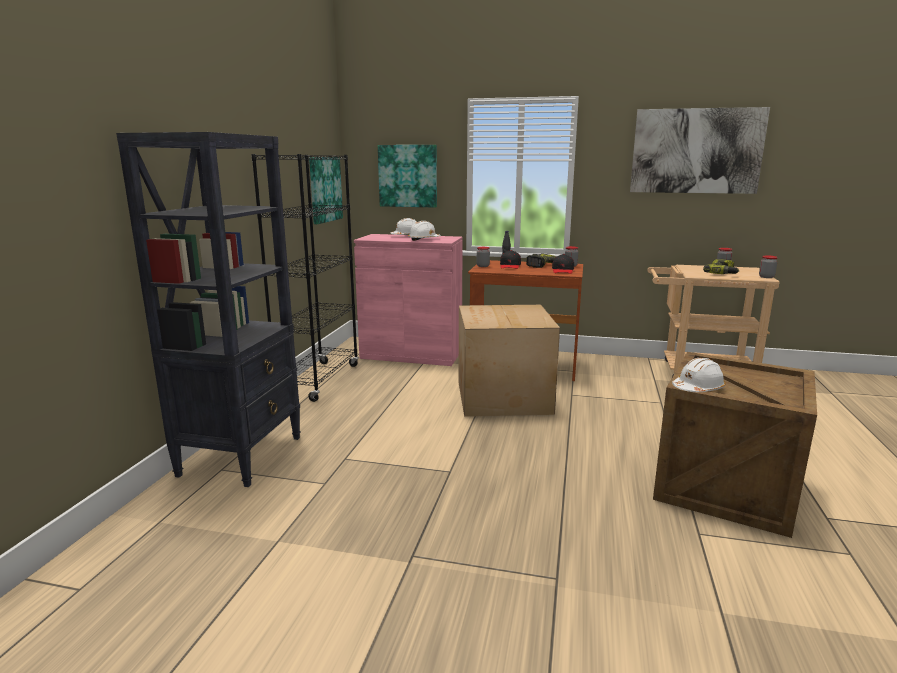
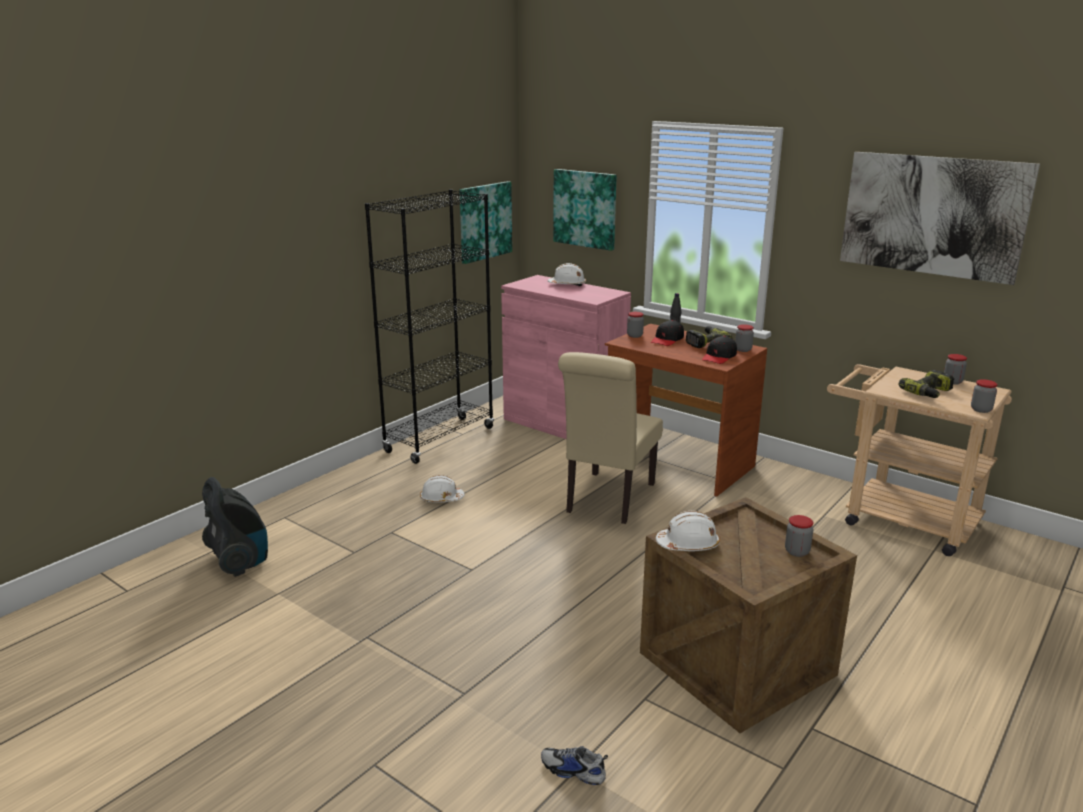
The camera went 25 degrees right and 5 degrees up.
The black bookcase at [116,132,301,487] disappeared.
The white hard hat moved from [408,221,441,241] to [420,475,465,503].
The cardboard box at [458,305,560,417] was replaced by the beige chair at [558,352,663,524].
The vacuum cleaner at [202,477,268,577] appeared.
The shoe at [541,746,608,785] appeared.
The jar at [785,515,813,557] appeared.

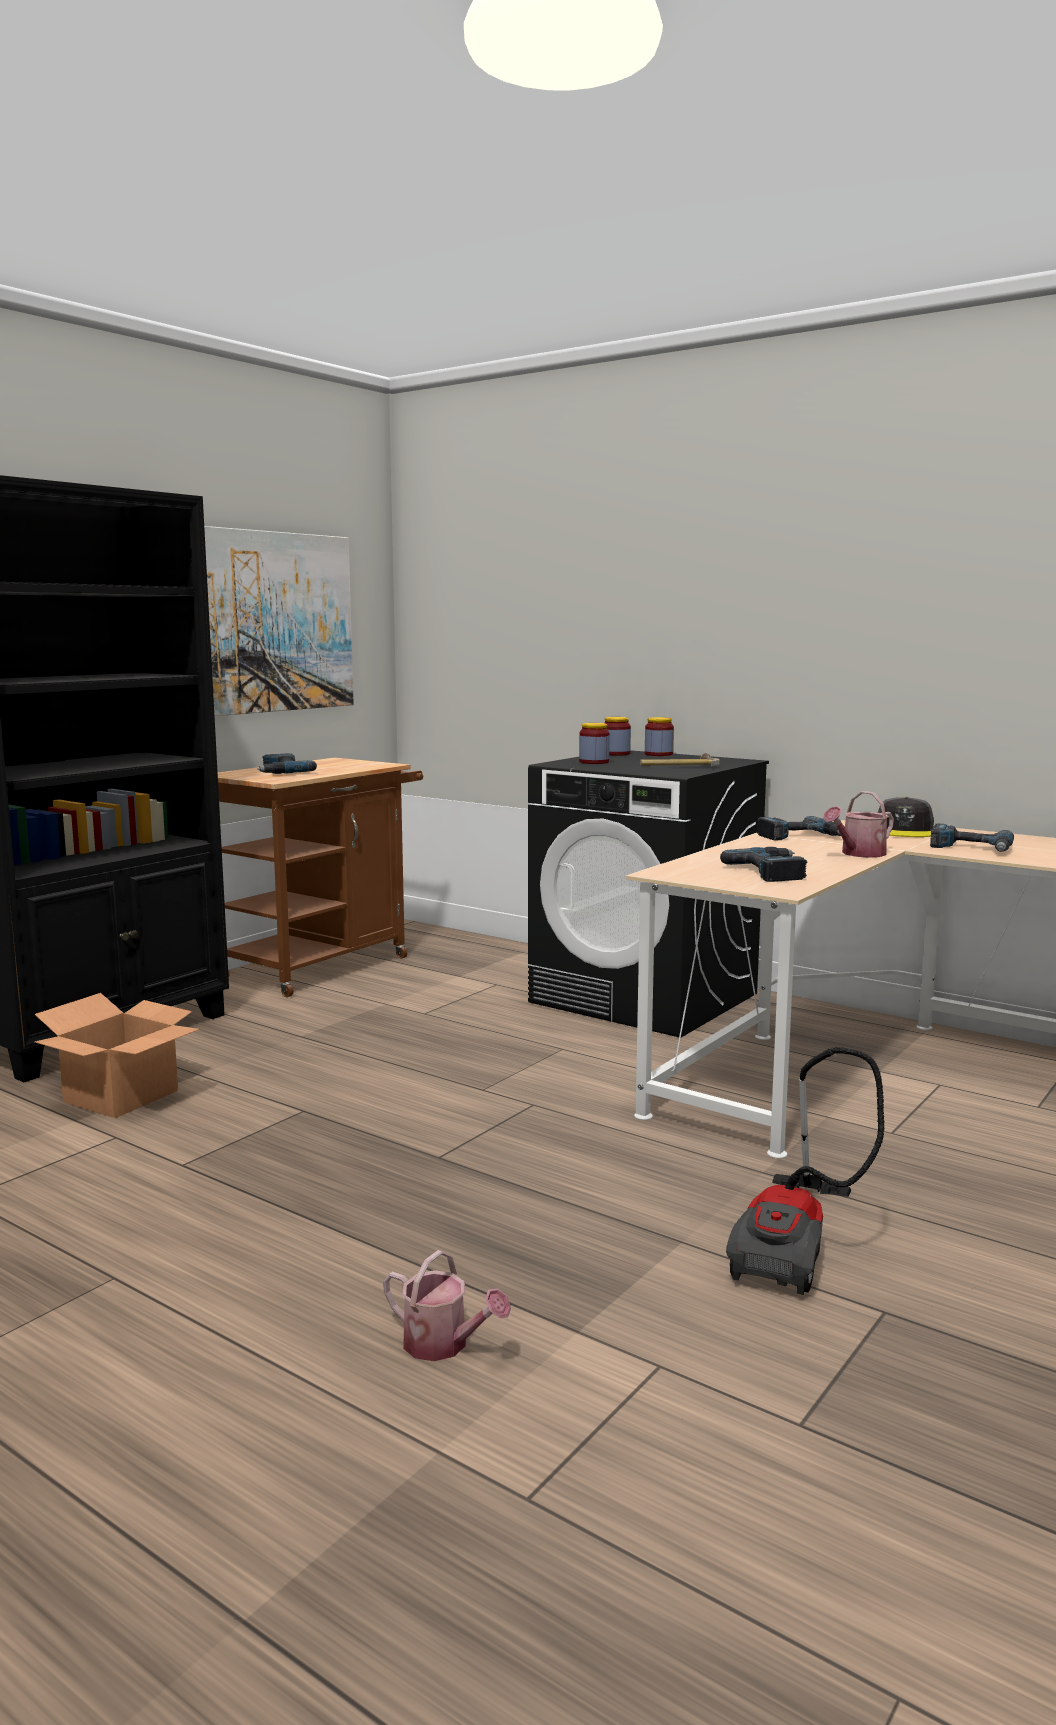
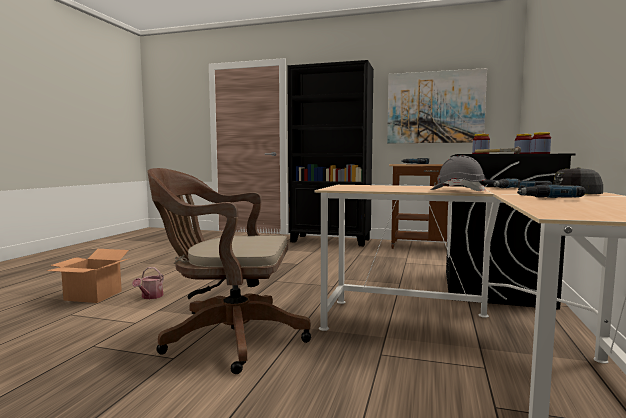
The camera went 70 degrees right and 5 degrees down.
The cardboard box moved from [35,993,200,1118] to [46,249,130,303].
The power drill at [720,847,808,882] disappeared.
The vacuum cleaner at [726,1047,885,1295] was replaced by the brown office chair at [147,168,311,374].
The watering can at [823,791,894,858] was replaced by the grey hard hat at [431,155,486,191].

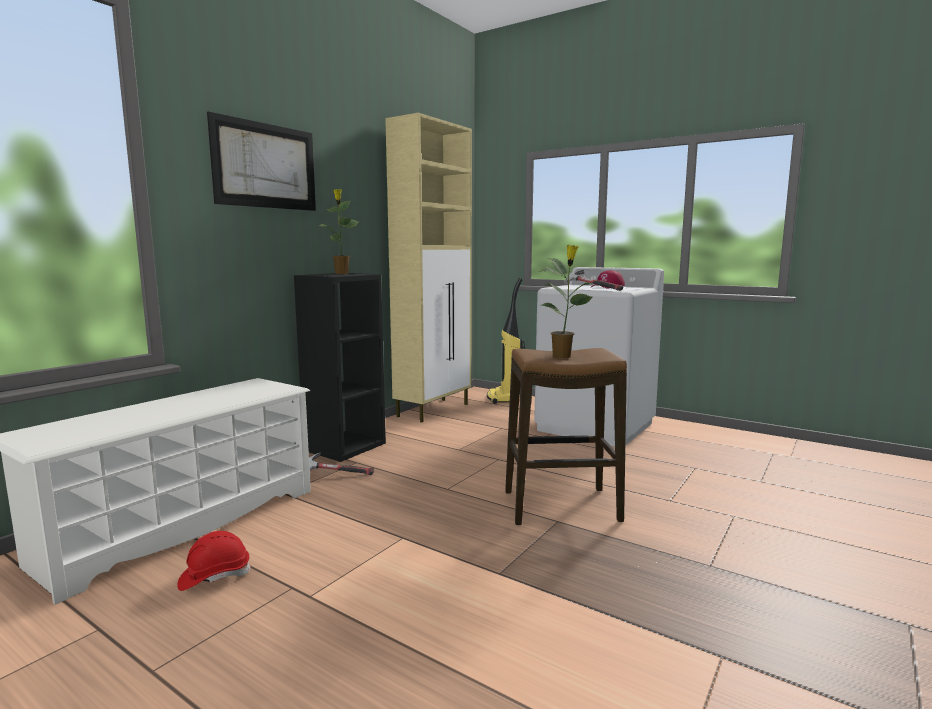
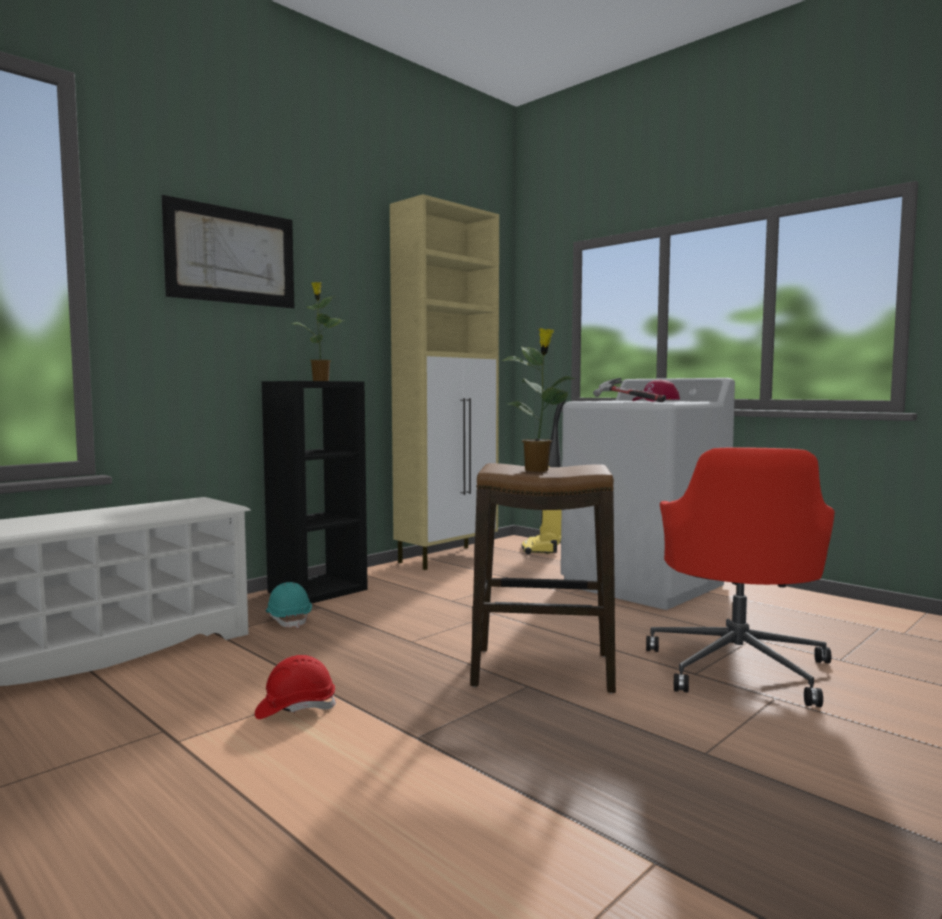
The camera went 10 degrees right and 5 degrees down.
The red hard hat moved from [177,531,251,591] to [255,655,336,719].
The hammer at [309,452,374,475] was replaced by the turquoise hard hat at [266,582,312,628].
The red office chair at [646,448,835,707] appeared.

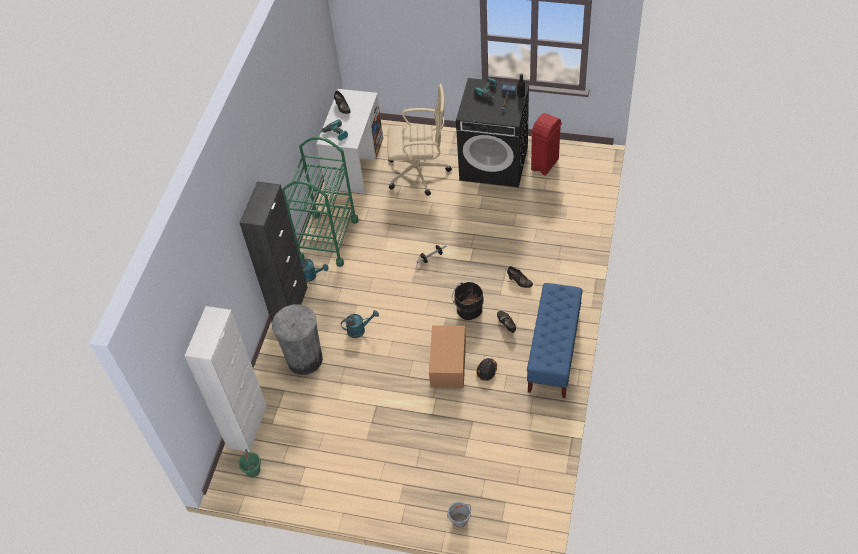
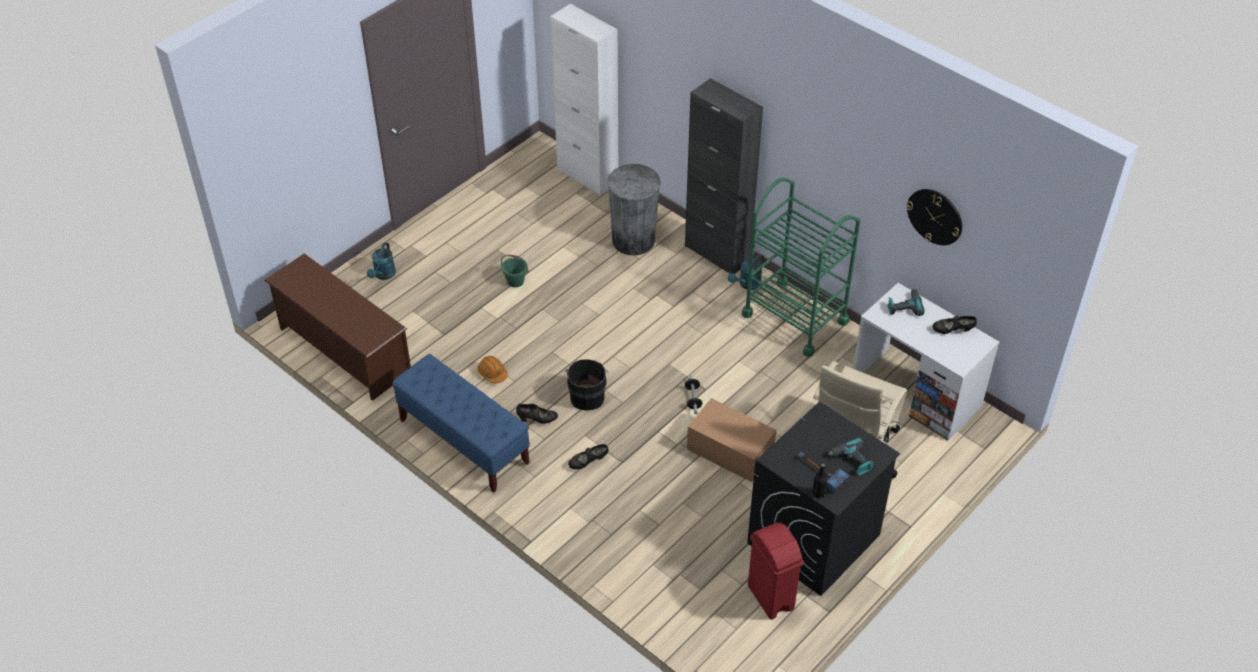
The camera went 115 degrees right and 5 degrees down.
The green bucket moved from [238,449,261,477] to [501,254,528,287].
The turquoise watering can moved from [341,310,379,338] to [367,242,396,280].
The cardboard box moved from [429,325,466,388] to [687,398,776,482].
The grey bucket at [447,502,471,528] disappeared.
The black hard hat at [476,358,497,381] became the orange hard hat at [478,356,508,383].
The brown shoe rack at [264,253,411,401] appeared.
The wall clock at [906,189,962,245] appeared.

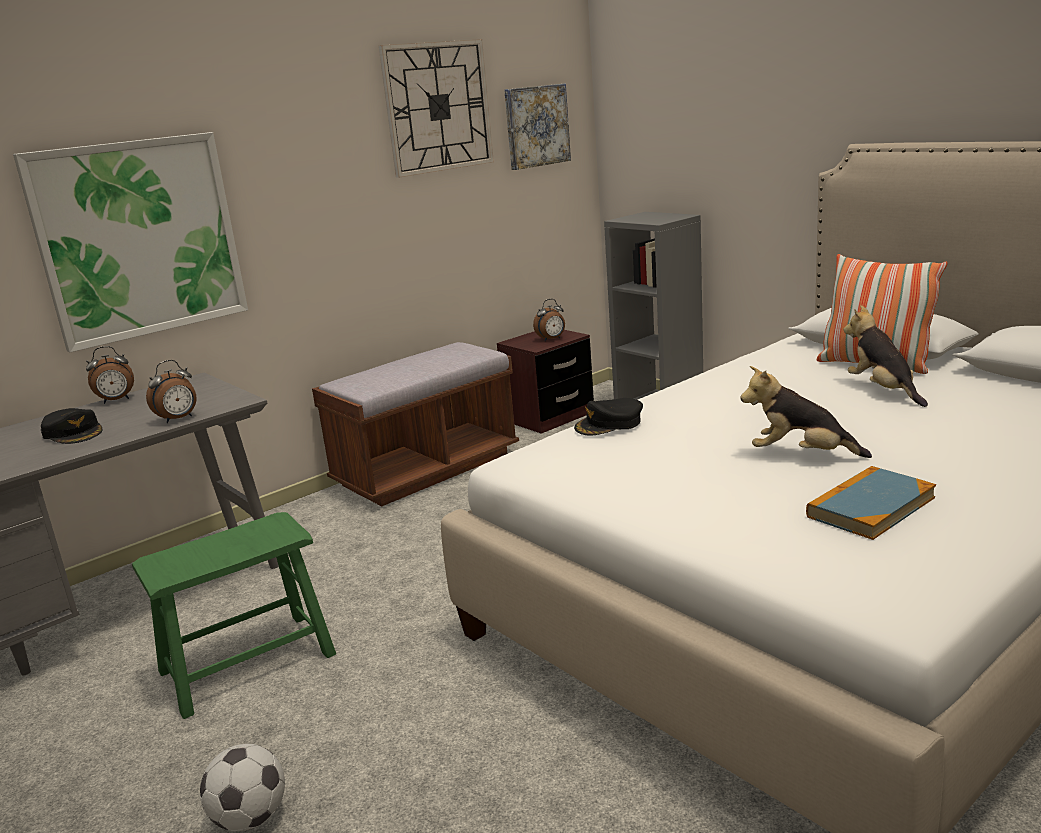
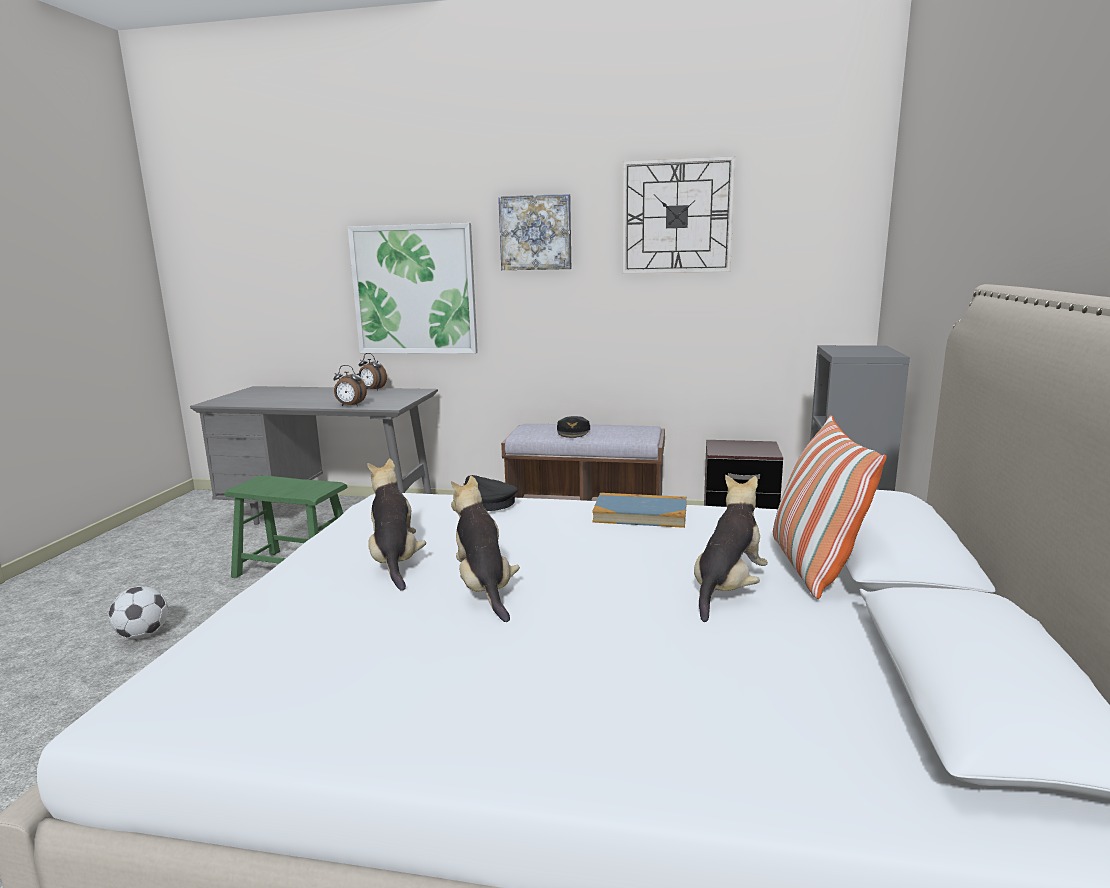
The camera went 50 degrees right and 5 degrees down.
The black cap moved from [41,408,102,444] to [557,416,590,438].
The picture moved from [504,83,571,170] to [498,194,571,270].
The alarm clock at [533,299,565,341] disappeared.
The book moved from [806,466,936,540] to [592,493,687,528].
The plush toy at [367,458,426,591] appeared.

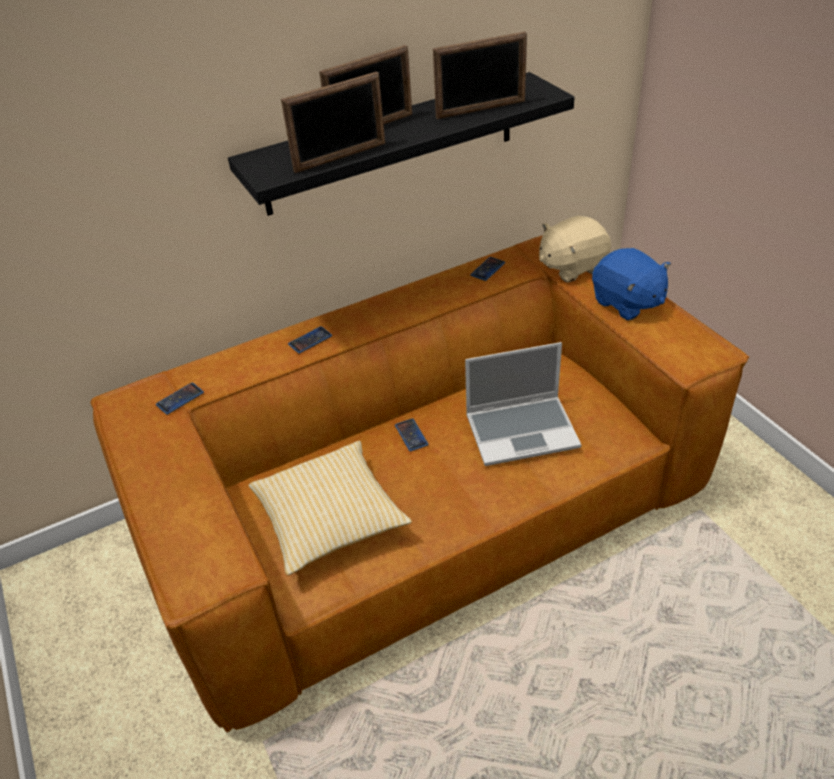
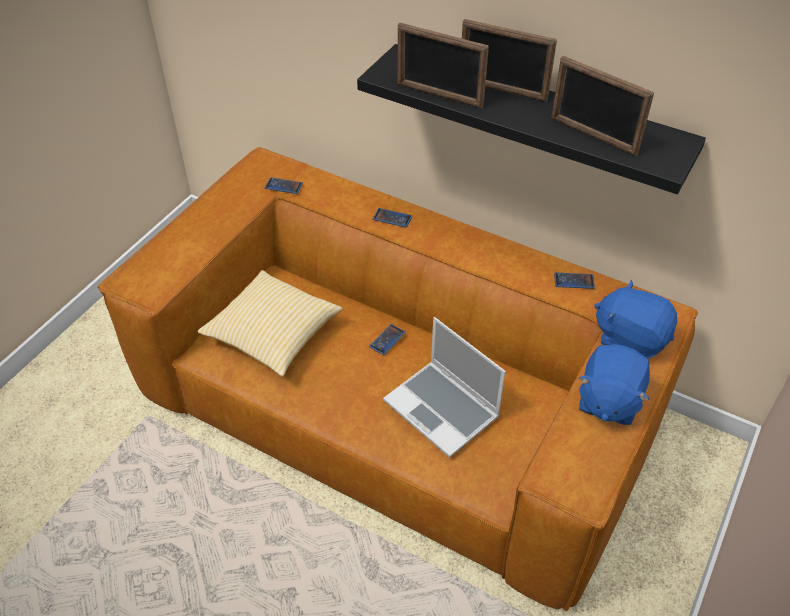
The camera went 55 degrees right and 5 degrees up.
The beige plush toy at [539,216,611,283] became the blue plush toy at [594,280,677,359].

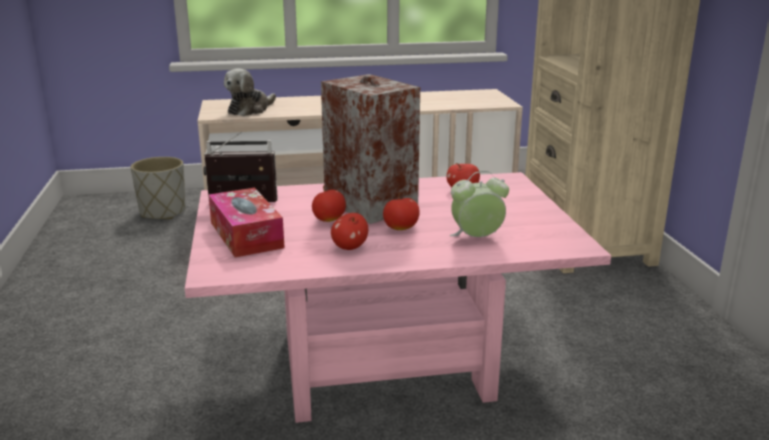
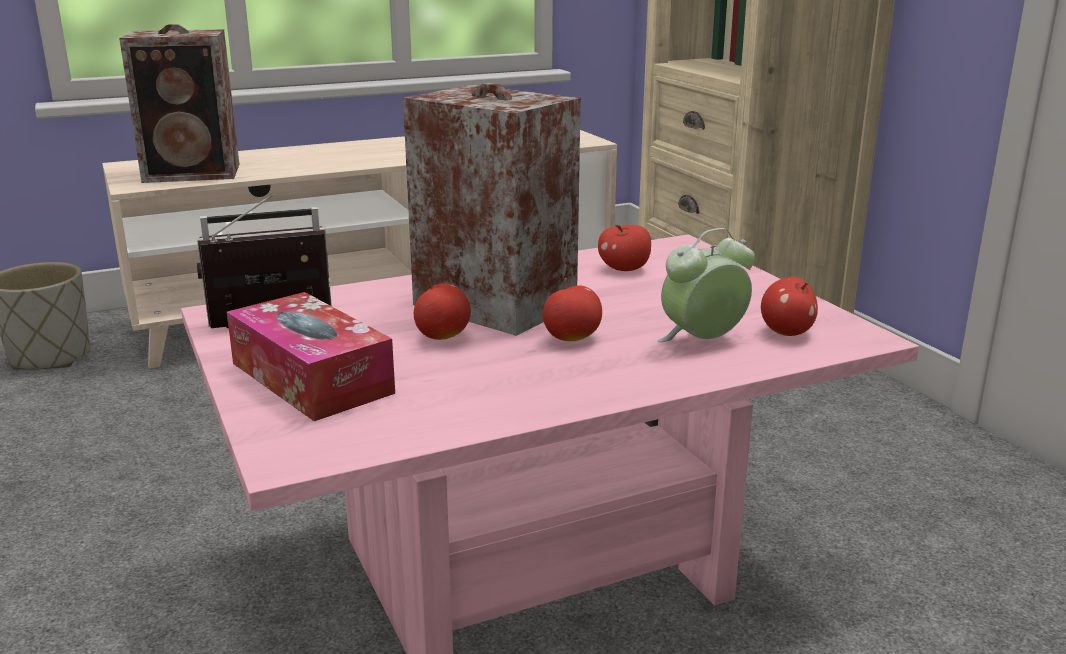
The camera went 15 degrees left and 0 degrees up.
The plush toy at [224,68,276,116] was replaced by the speaker at [119,24,239,183].
The apple moved from [331,213,368,250] to [761,277,818,336].

